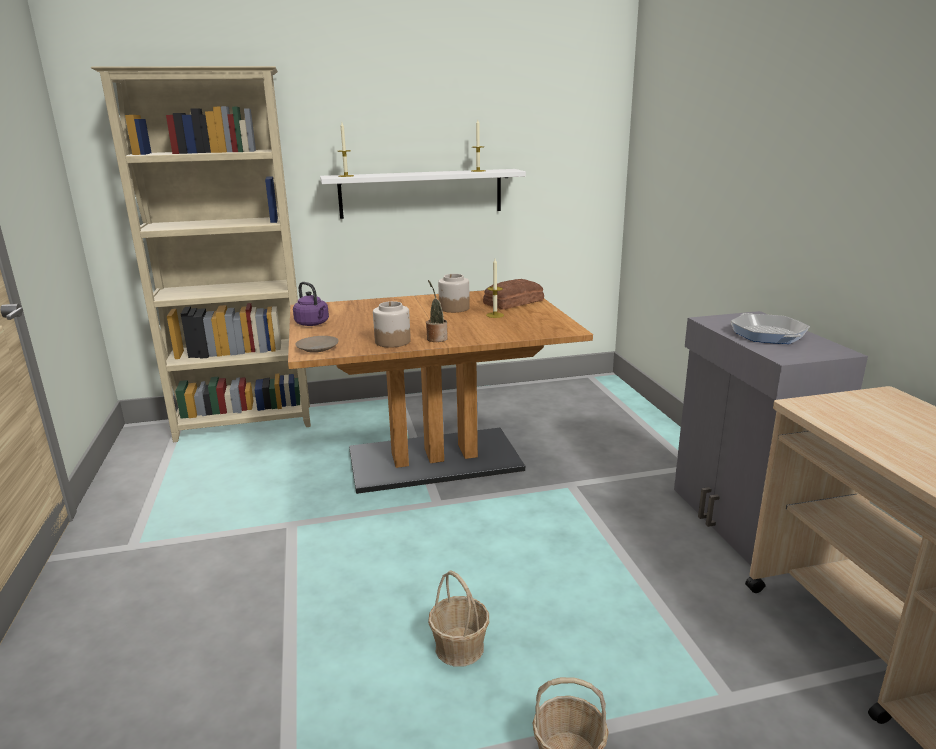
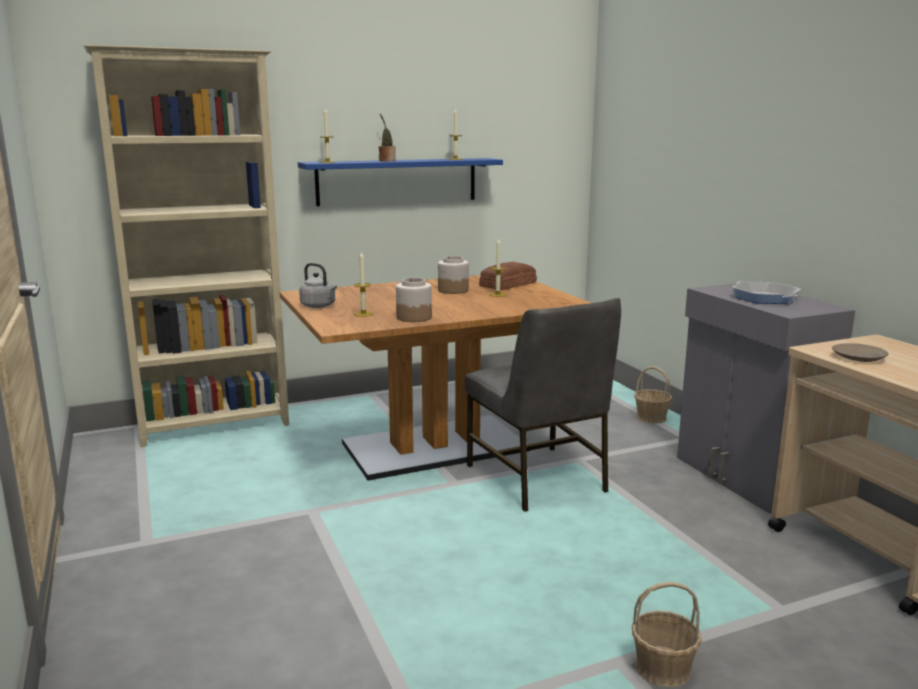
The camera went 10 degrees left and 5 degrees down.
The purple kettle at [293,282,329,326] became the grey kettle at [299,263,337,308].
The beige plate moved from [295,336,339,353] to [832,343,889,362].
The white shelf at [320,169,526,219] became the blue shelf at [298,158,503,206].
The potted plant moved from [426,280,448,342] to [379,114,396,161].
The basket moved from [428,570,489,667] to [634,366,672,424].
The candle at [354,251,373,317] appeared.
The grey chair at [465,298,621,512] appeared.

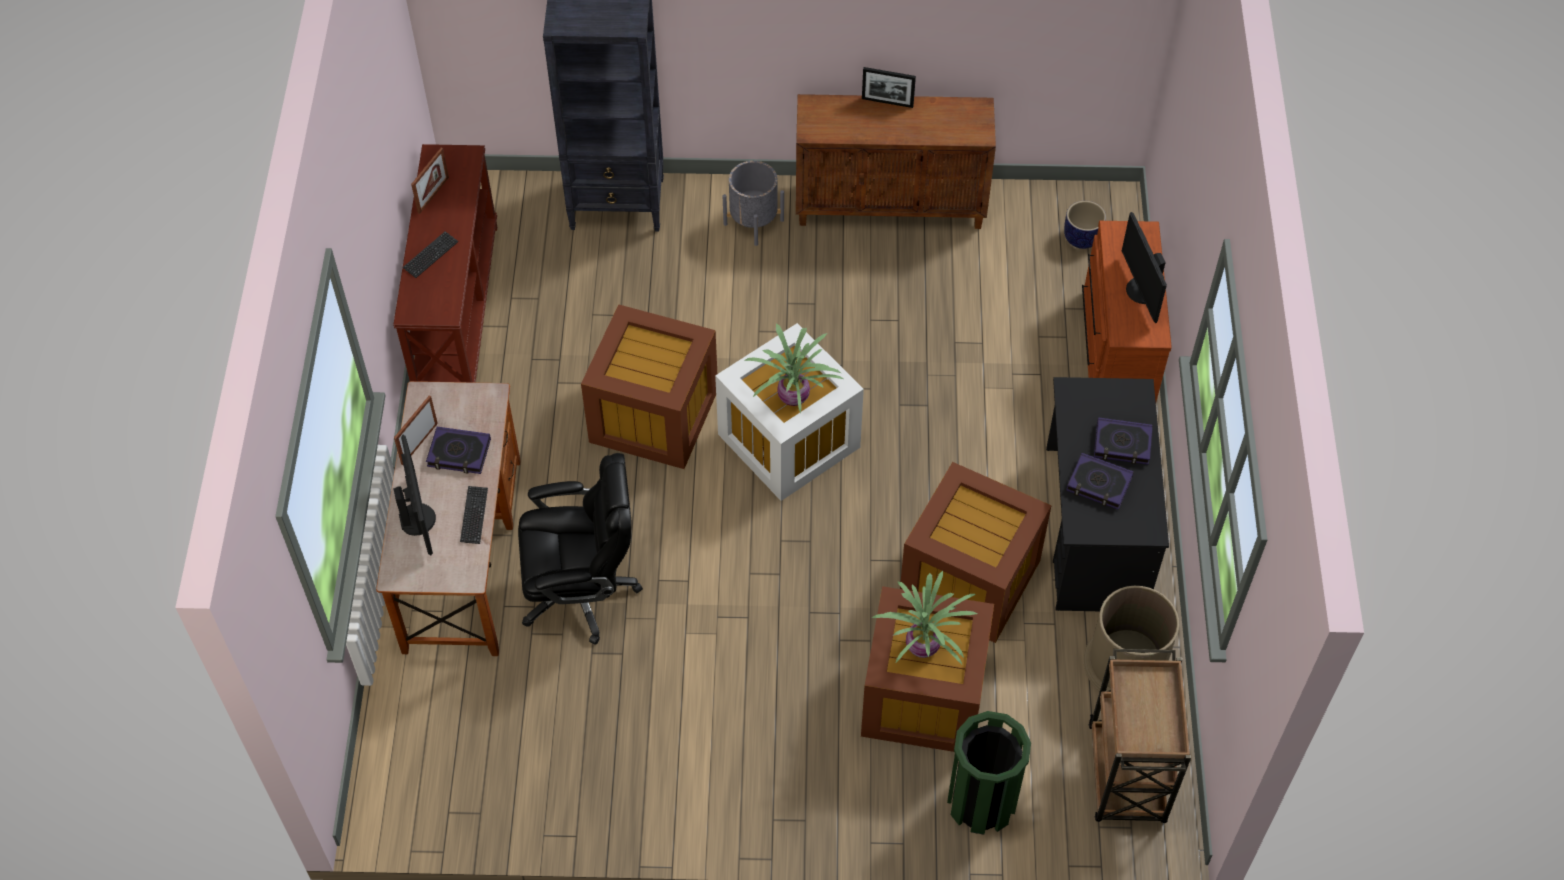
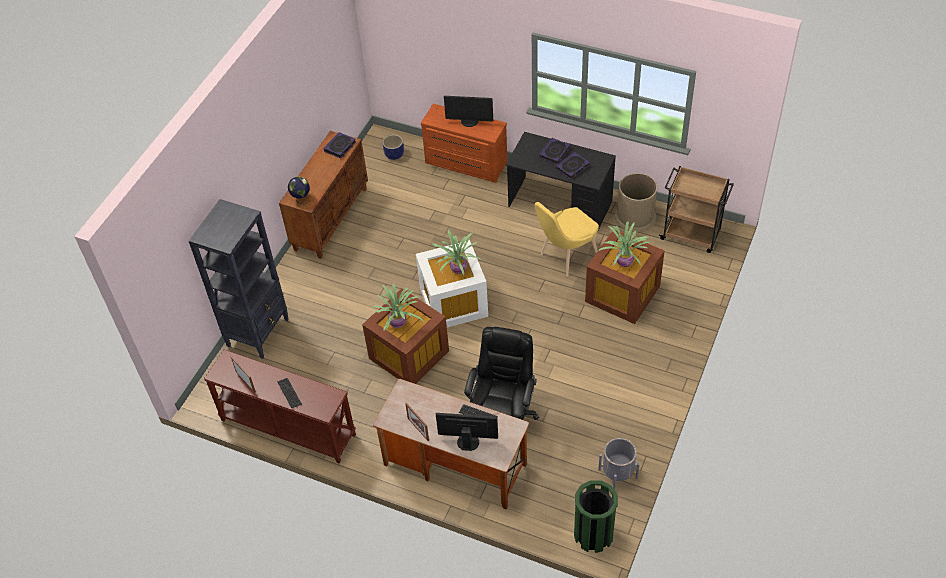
The camera went 65 degrees left and 5 degrees down.
The book moved from [426,427,491,474] to [324,132,356,159].
The grey planter moved from [723,161,784,246] to [598,438,640,490].
The picture frame at [862,67,916,108] disappeared.
The brown storage box at [900,462,1052,643] was replaced by the yellow chair at [535,202,599,277].
The green trash can moved from [947,711,1031,835] to [574,480,618,553].
The globe at [288,176,310,204] appeared.
The potted plant at [372,284,424,332] appeared.

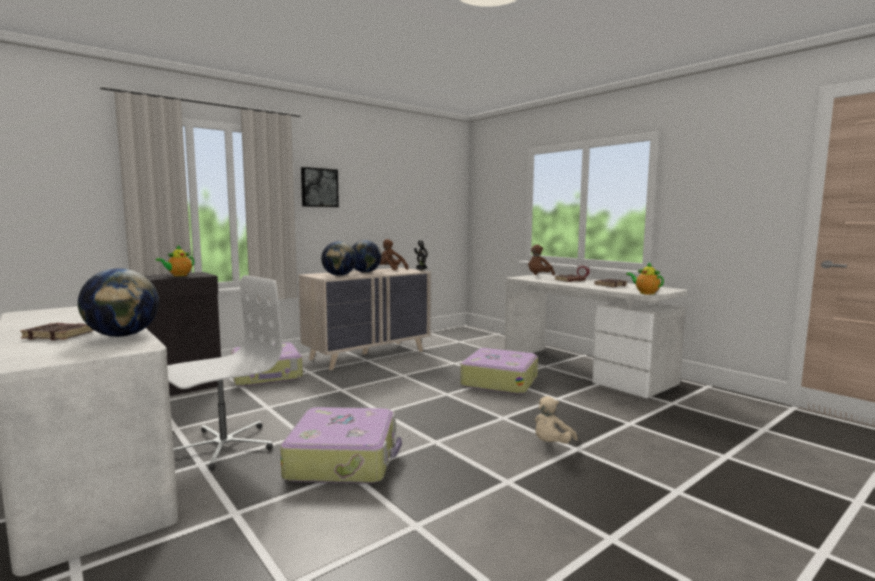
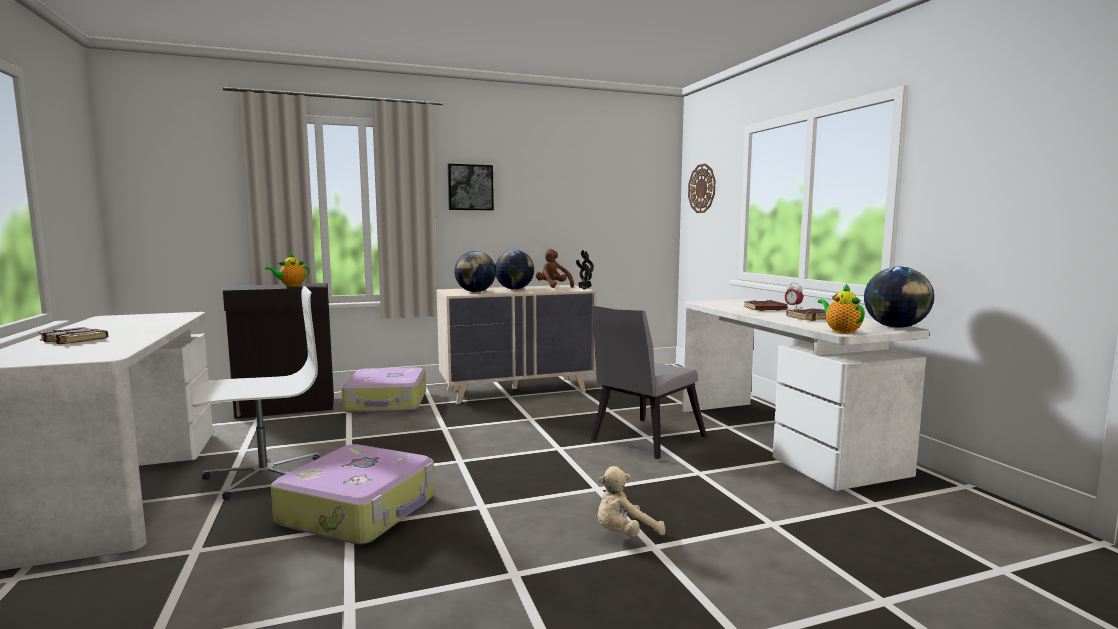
The camera went 20 degrees right and 0 degrees up.
The globe moved from [78,268,159,337] to [864,266,934,328].
The suitcase at [460,348,538,395] was replaced by the grey chair at [591,305,707,459].
The brown plush toy at [528,244,555,275] disappeared.
The wall clock at [688,164,715,213] appeared.

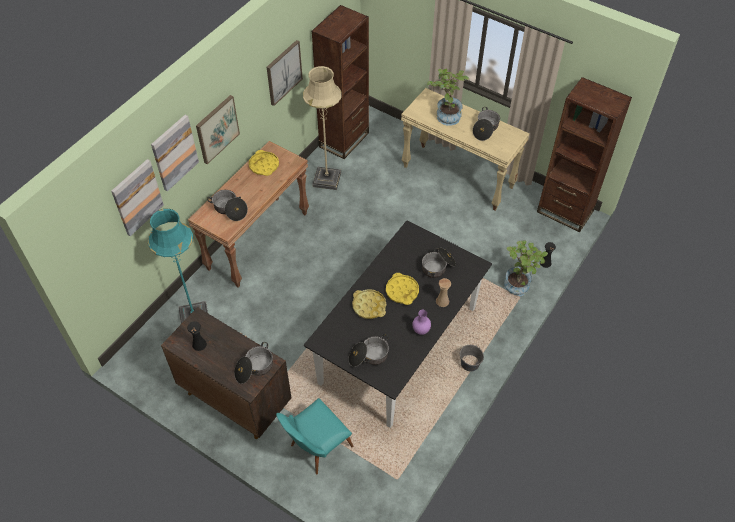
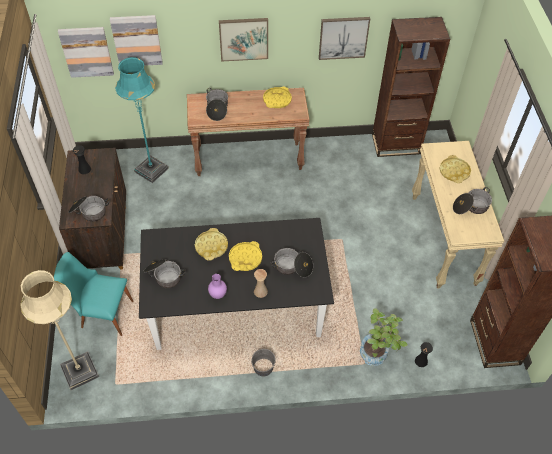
The camera went 50 degrees right and 0 degrees up.
The picture moved from [151,115,199,191] to [58,27,114,78].
The beige floor lamp moved from [303,66,342,190] to [20,270,99,390].
The potted plant at [427,69,469,126] was replaced by the yellow tray at [439,155,471,183].

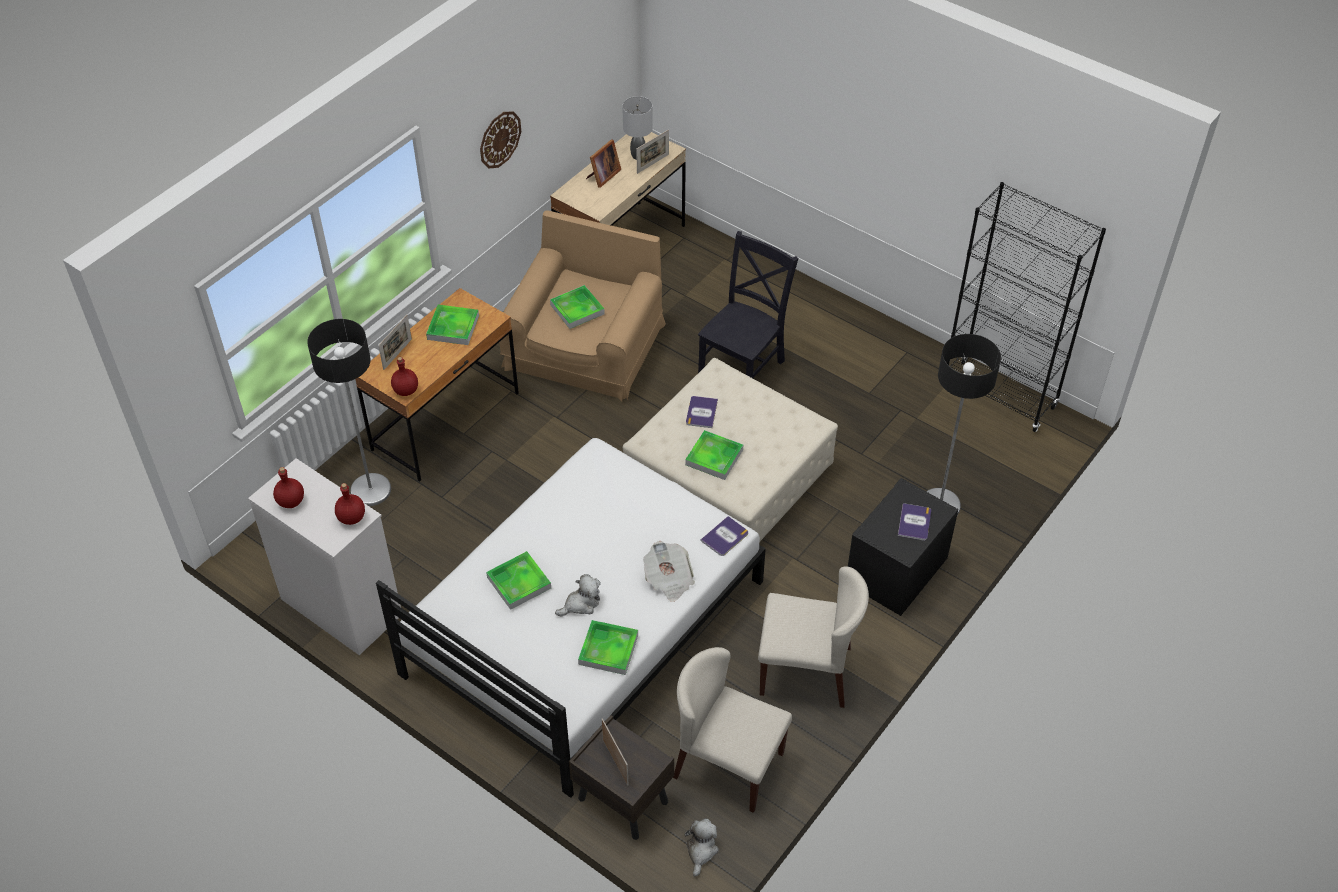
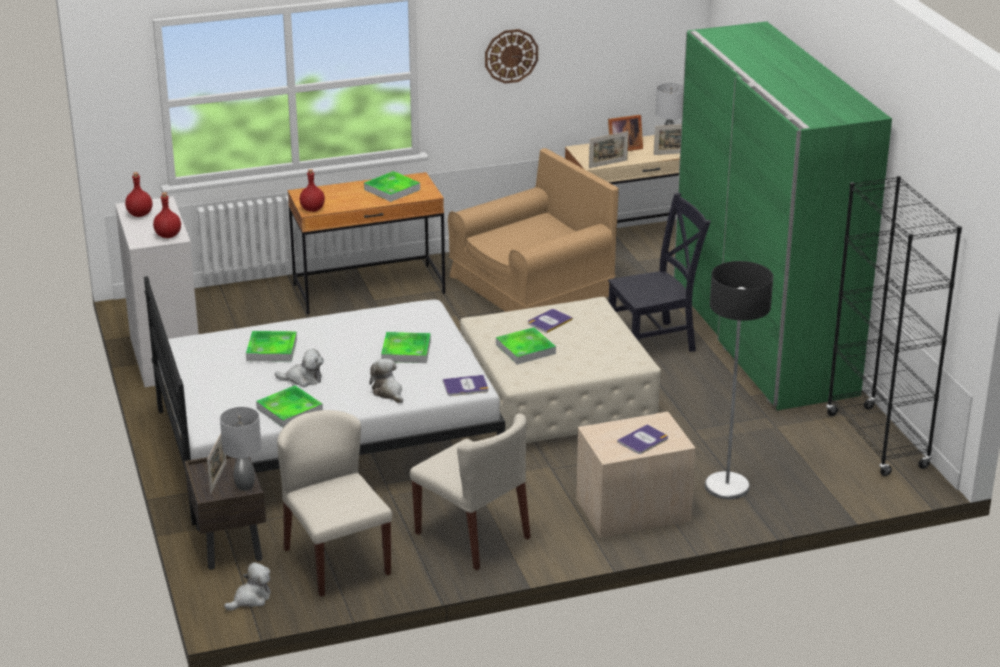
The camera went 35 degrees right and 20 degrees down.
The floor lamp at [307,319,391,506] disappeared.
The picture frame moved from [378,315,412,370] to [589,131,628,168].
The tray moved from [550,285,605,329] to [381,332,431,363].
The newspaper at [643,541,695,602] was replaced by the plush toy at [369,358,403,404].
The black nightstand at [848,478,958,616] became the beige nightstand at [576,412,696,538].
The grey table lamp at [220,407,261,491] appeared.
The green wardrobe at [674,21,892,410] appeared.

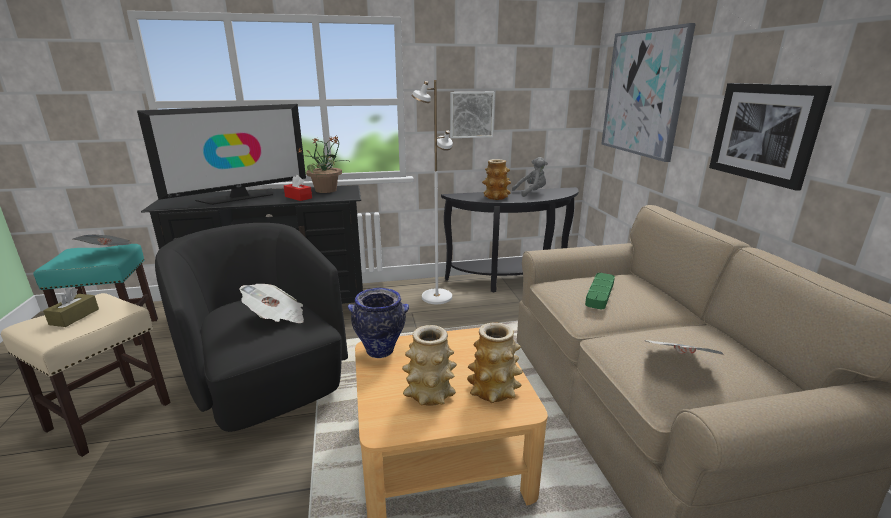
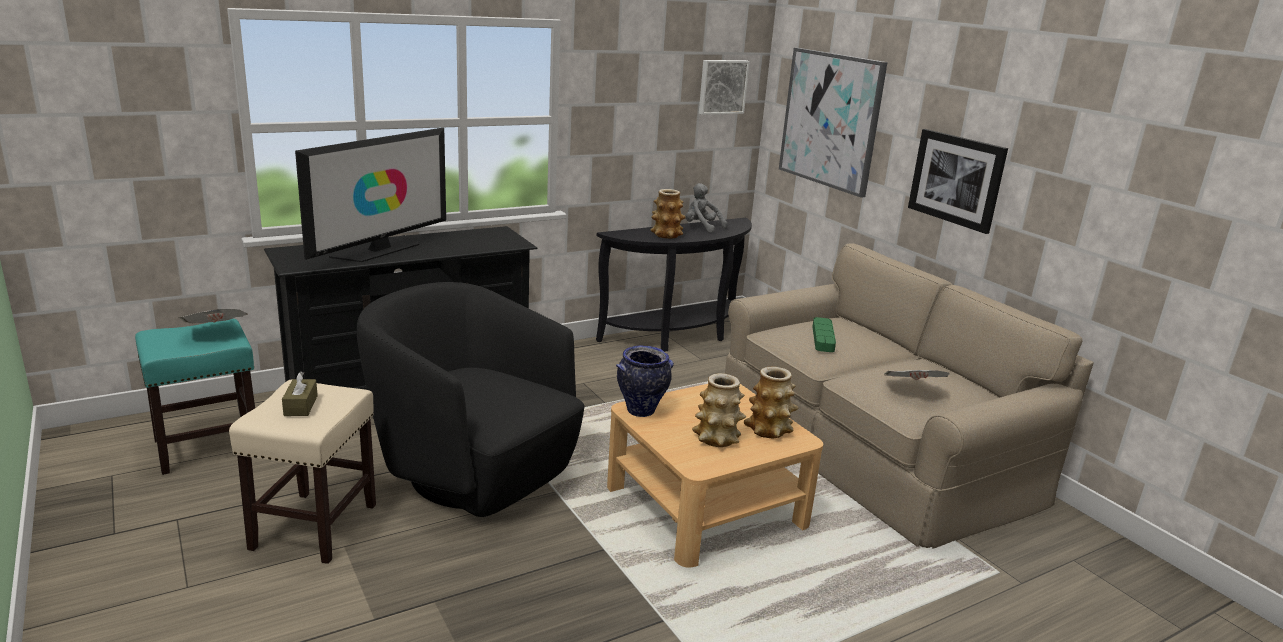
The camera went 20 degrees left and 0 degrees up.
The newspaper at [239,284,304,323] disappeared.
The red tissue box at [284,175,312,201] disappeared.
The potted plant at [297,136,349,193] disappeared.
The white floor lamp at [412,80,453,304] disappeared.
The picture moved from [450,92,495,138] to [699,60,750,115].
The grey plush toy at [512,157,548,197] turned 105 degrees counterclockwise.

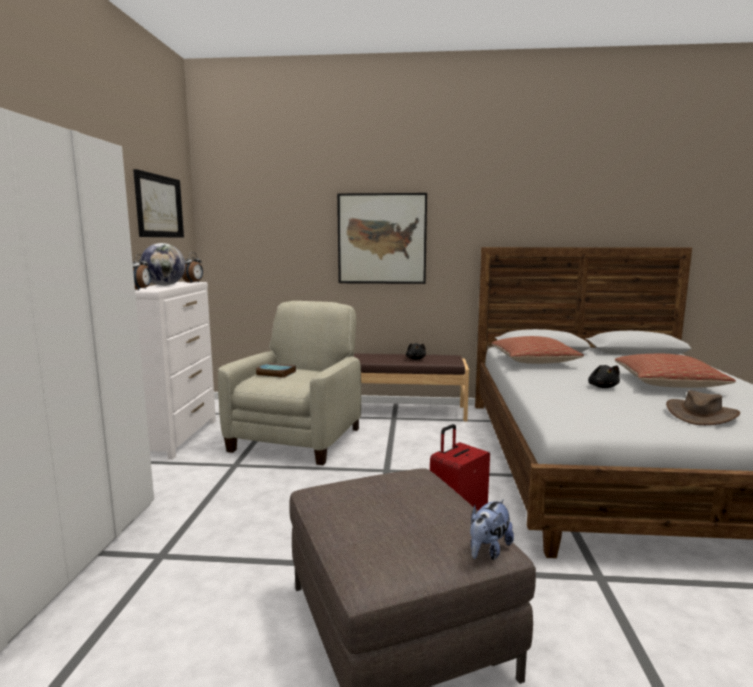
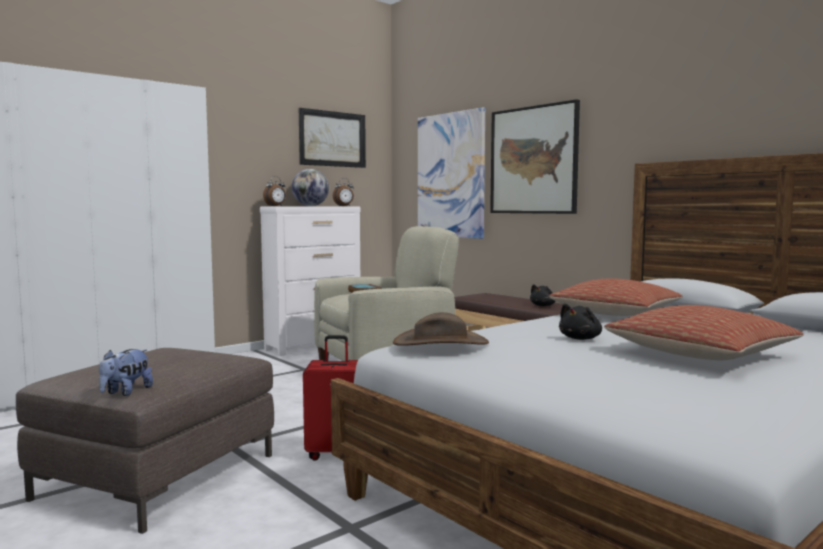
The camera went 45 degrees right and 5 degrees down.
The plush toy at [470,499,514,560] turned 60 degrees counterclockwise.
The brown hat moved from [666,390,740,425] to [393,312,489,346].
The picture at [418,108,485,239] appeared.

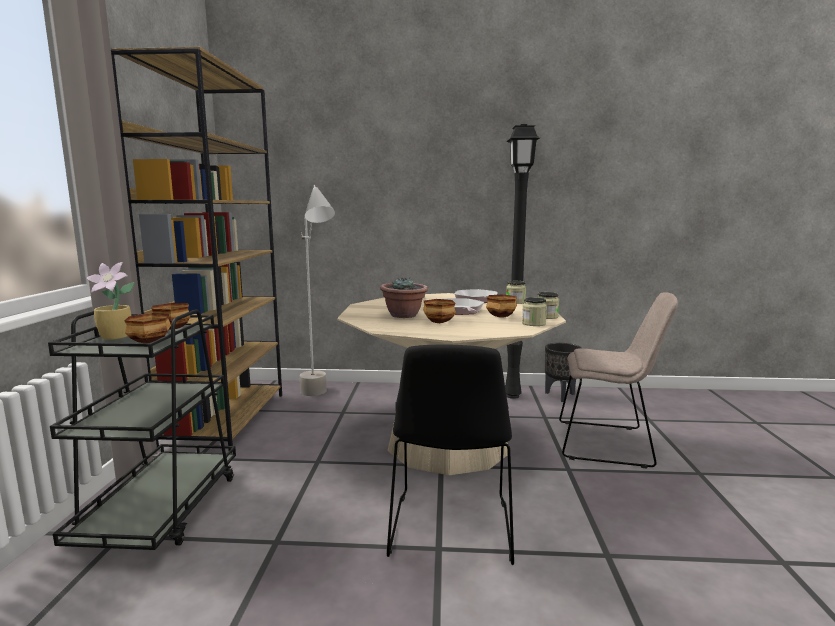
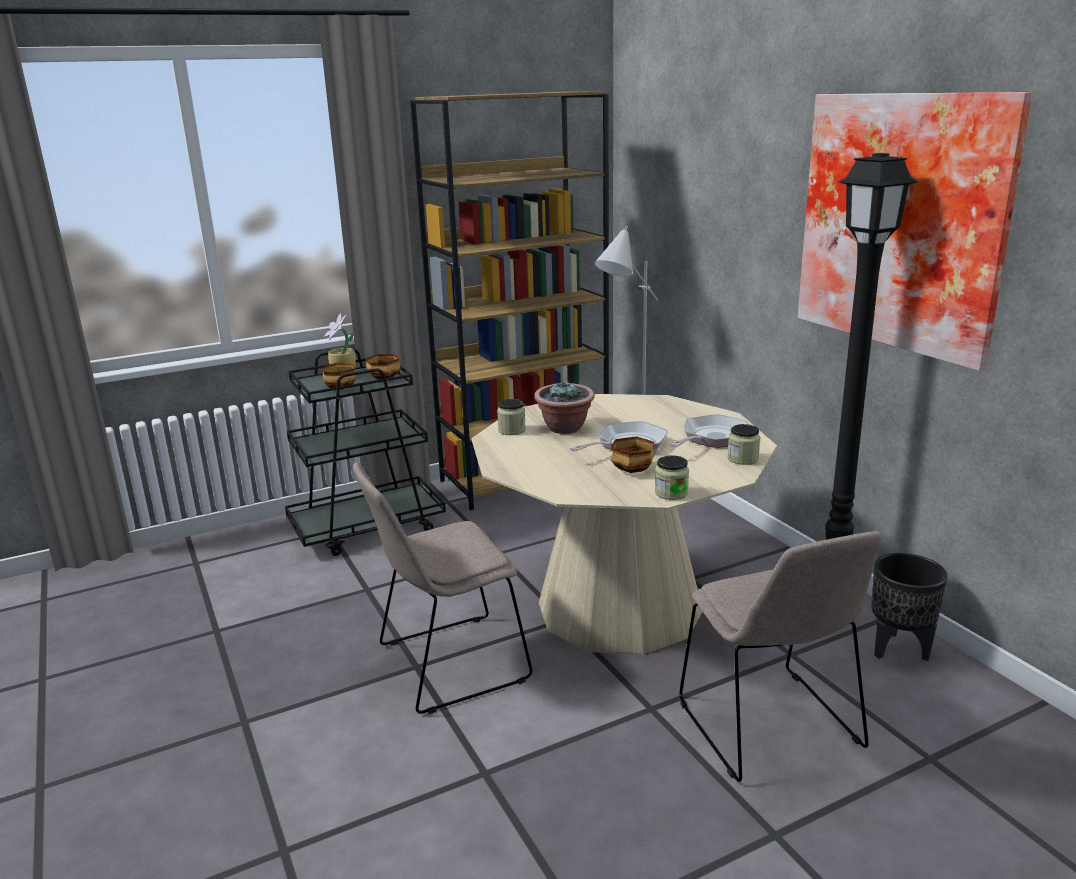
The camera went 60 degrees right and 10 degrees up.
The black chair at [387,345,514,565] became the beige chair at [353,462,532,714].
The bowl at [423,299,456,323] disappeared.
The jar moved from [522,297,547,326] to [497,399,526,435].
The picture at [798,92,1032,371] appeared.

